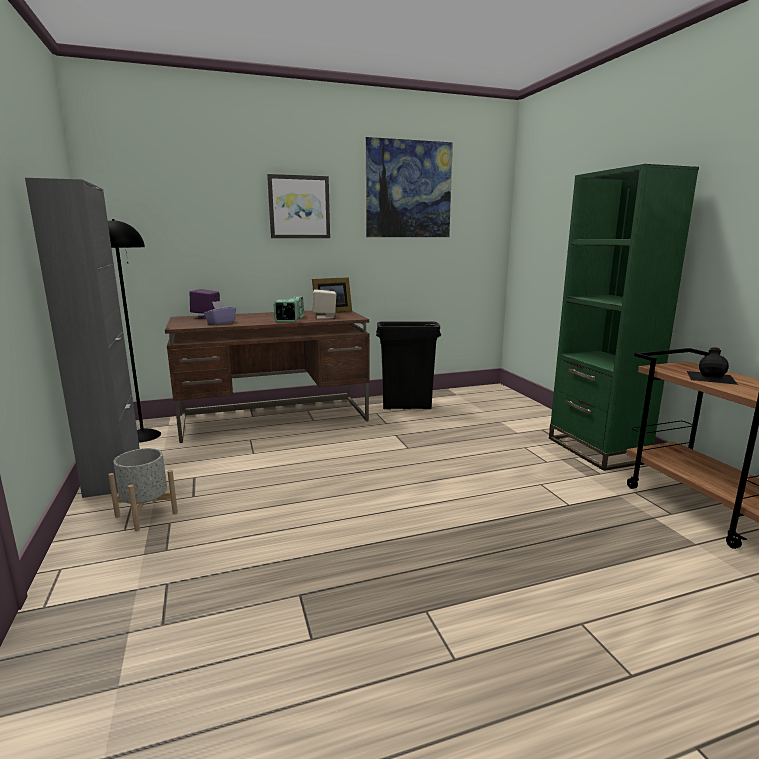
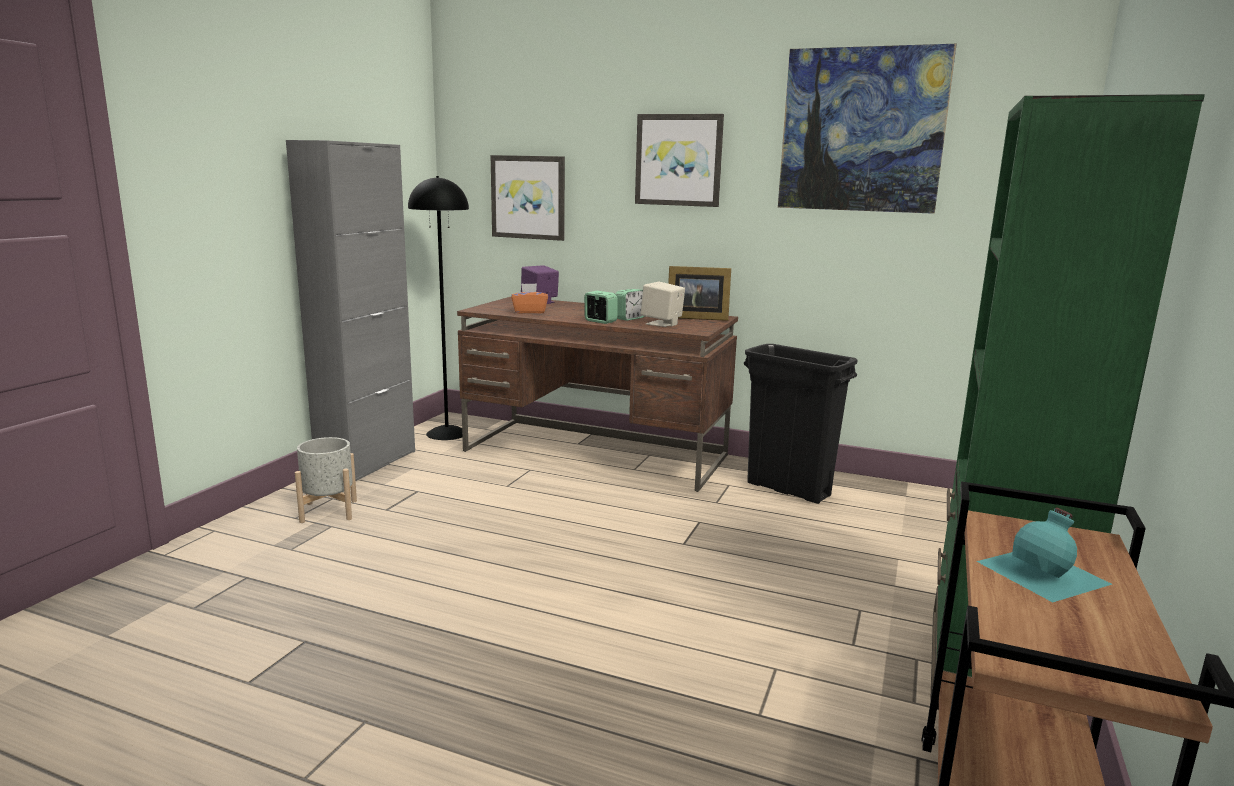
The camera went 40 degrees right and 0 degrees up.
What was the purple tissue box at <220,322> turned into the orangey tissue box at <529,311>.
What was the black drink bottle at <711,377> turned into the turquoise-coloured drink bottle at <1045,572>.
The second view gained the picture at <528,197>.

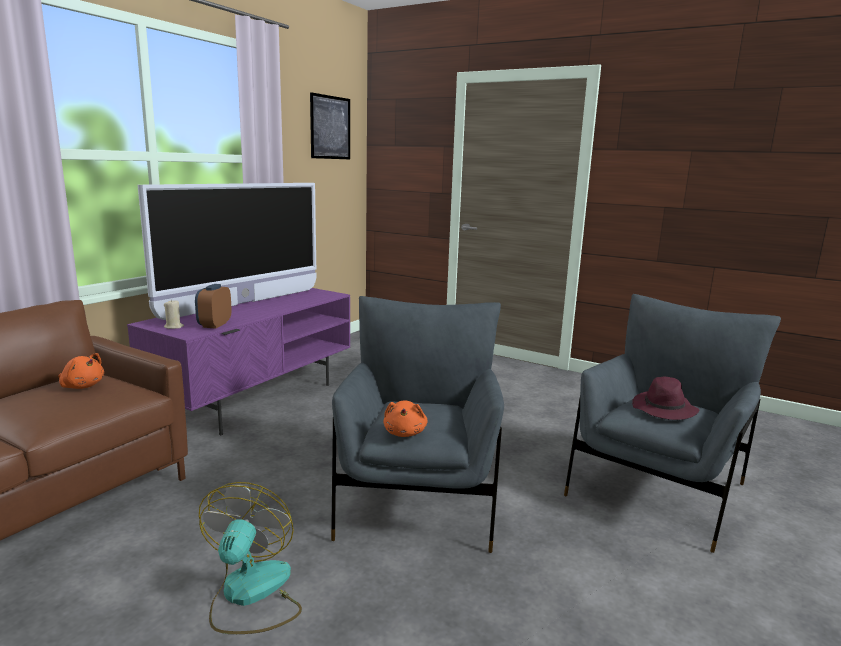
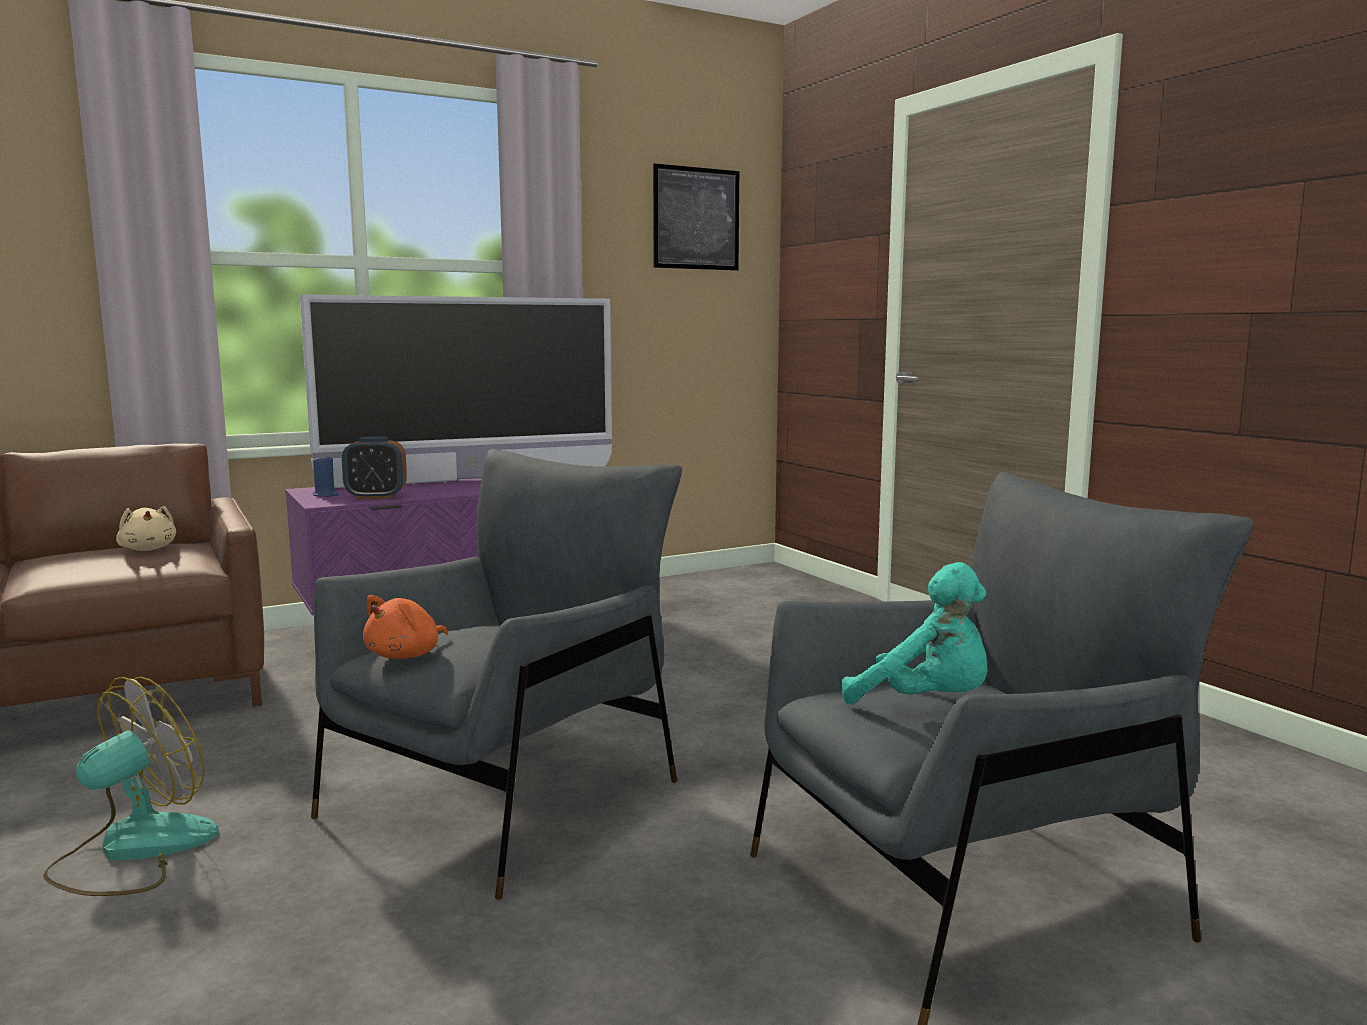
The camera went 30 degrees right and 5 degrees down.
The table clock at <214,325> ended up facing another way, 135 degrees counterclockwise from before.
What was the beige wax candle at <174,327> turned into the blue wax candle at <325,495>.
What was the orangey soft toy at <82,386> turned into the beige soft toy at <148,549>.
Where the purple wearable hat stood at <664,410>, the turquoise-coloured soft toy came to stand at <926,703>.

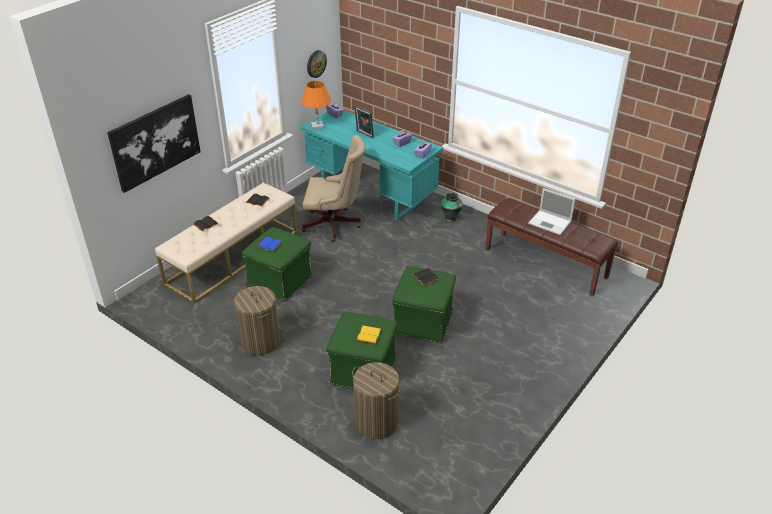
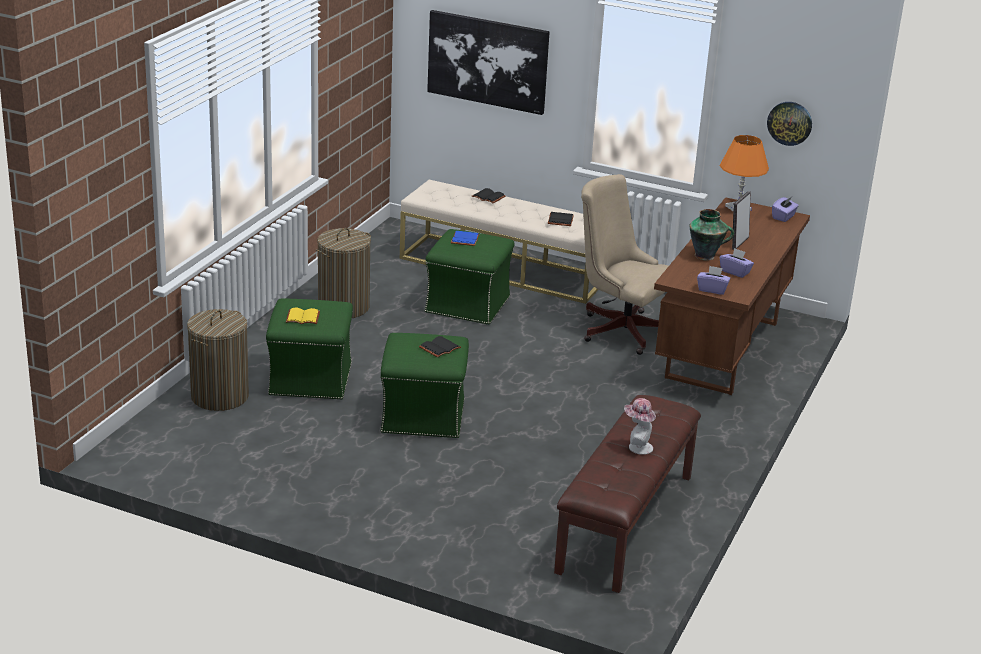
The camera went 75 degrees right and 10 degrees down.
What was the turquoise-coloured desk at <371,194> turned into the brownish desk at <723,350>.
The beige office chair at <335,225> ended up facing another way, 135 degrees clockwise from before.
Where the laptop stood at <550,223>, the wearable hat came to stand at <637,447>.
The flower vase ended up elsewhere, having gone from <450,218> to <706,256>.

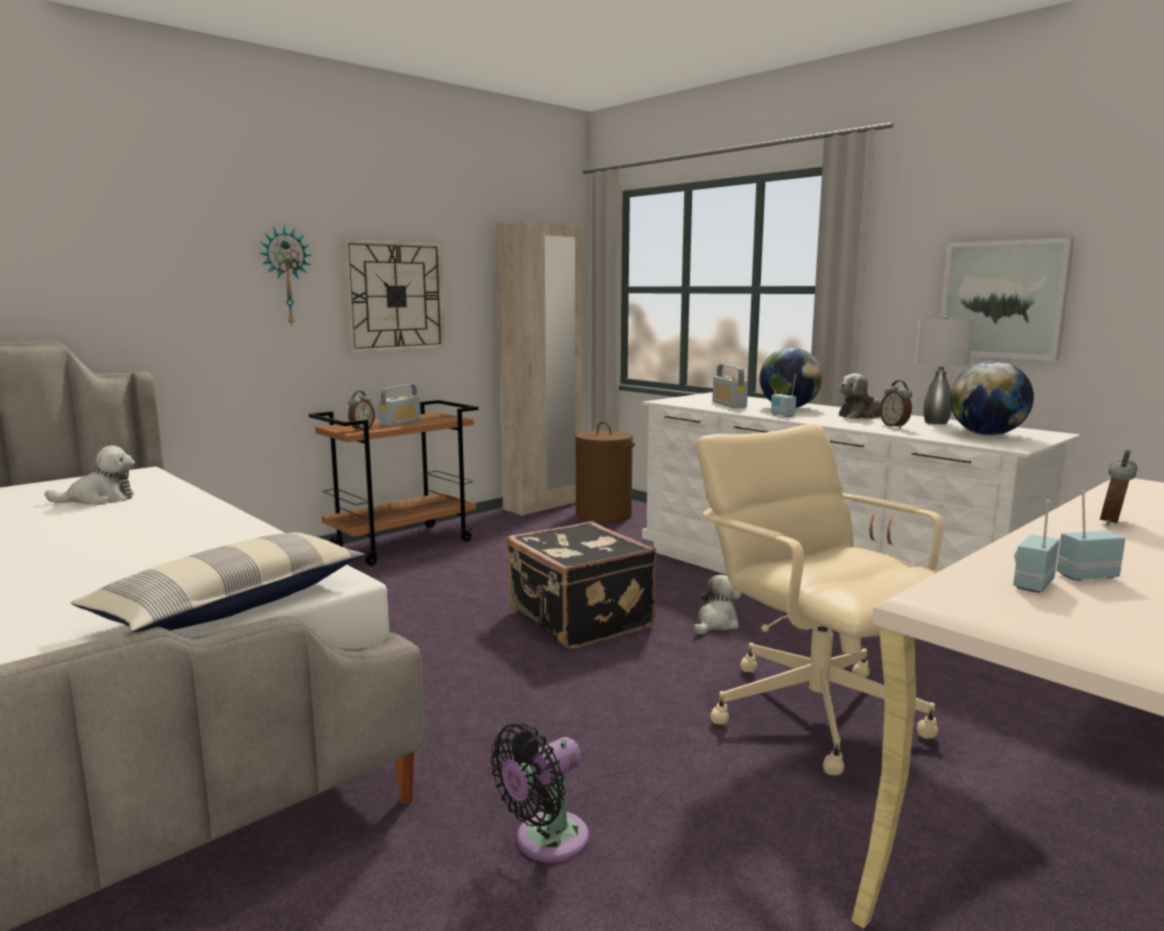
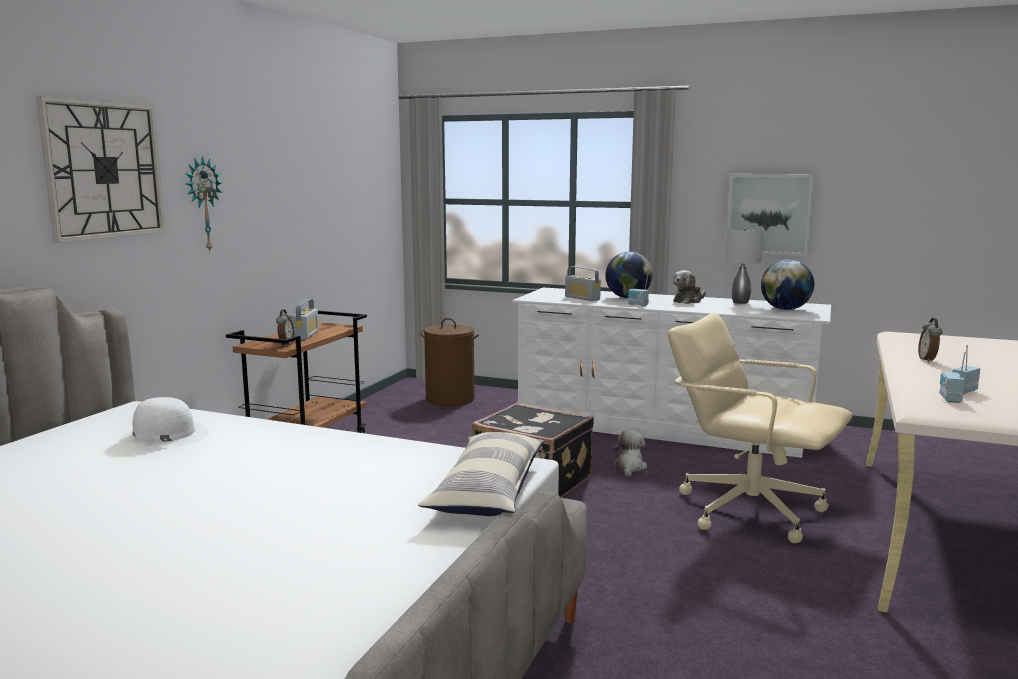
The camera went 25 degrees left and 0 degrees up.
The second view lost the beige wardrobe at <543,505>.
The hanging clock ended up elsewhere, having gone from <395,296> to <104,170>.
The second view lost the table clock at <895,426>.
Where the soft toy stood at <99,499>, the white wearable hat came to stand at <164,436>.
The second view lost the black fan at <545,841>.

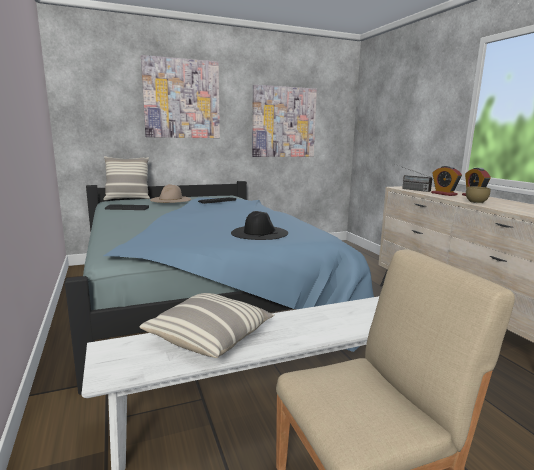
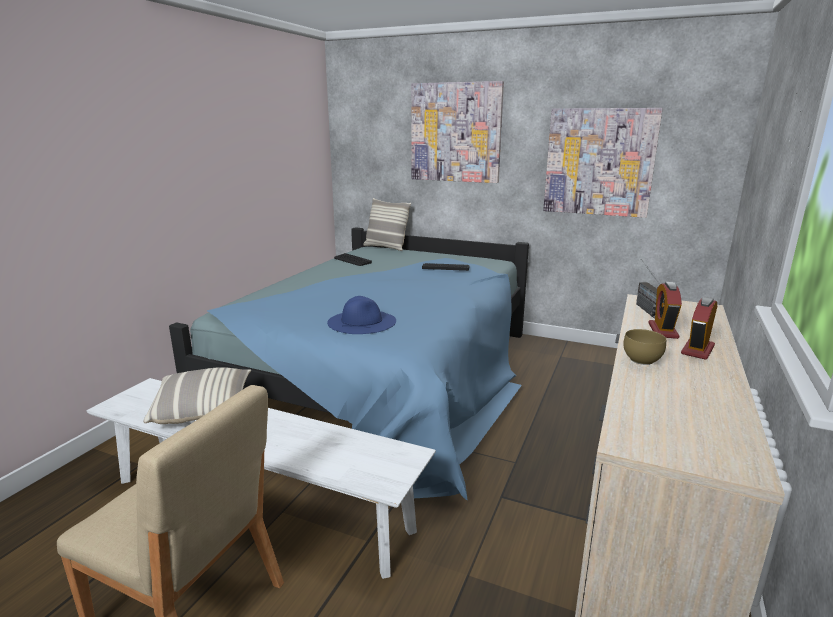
The camera went 45 degrees right and 5 degrees up.
The second view lost the beige wearable hat at <170,199>.
What was the black wearable hat at <259,232> turned into the blue wearable hat at <362,321>.

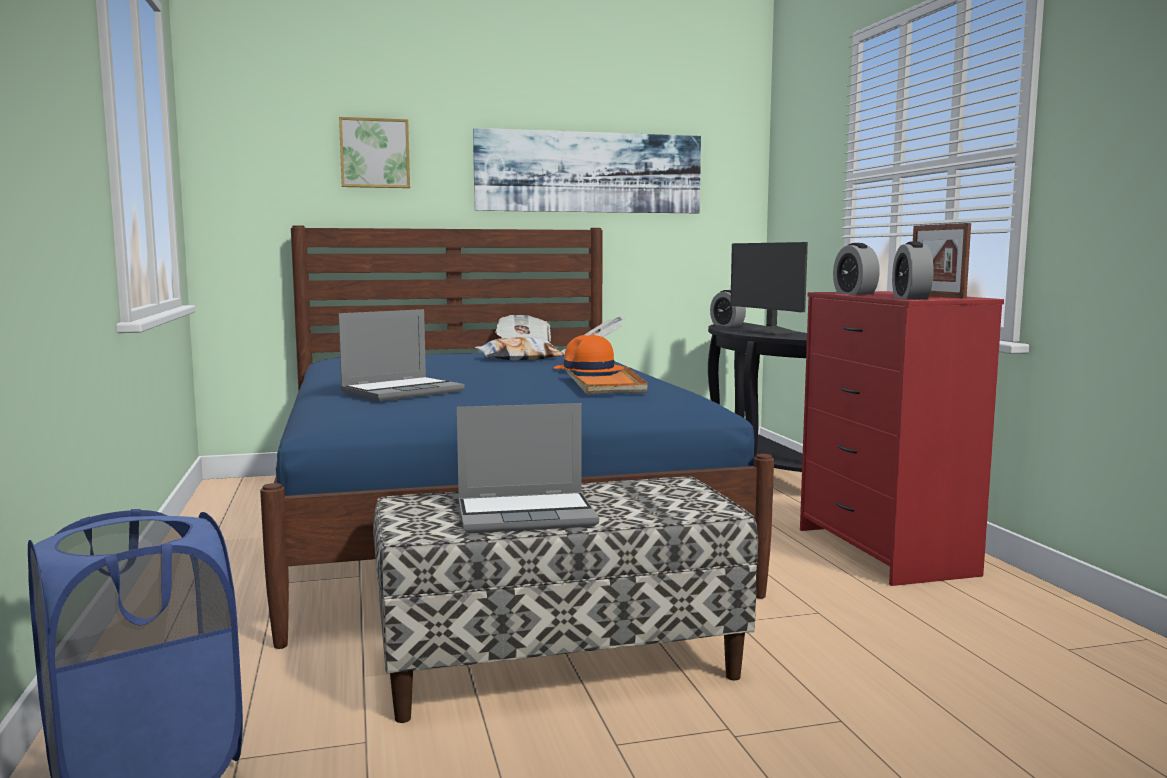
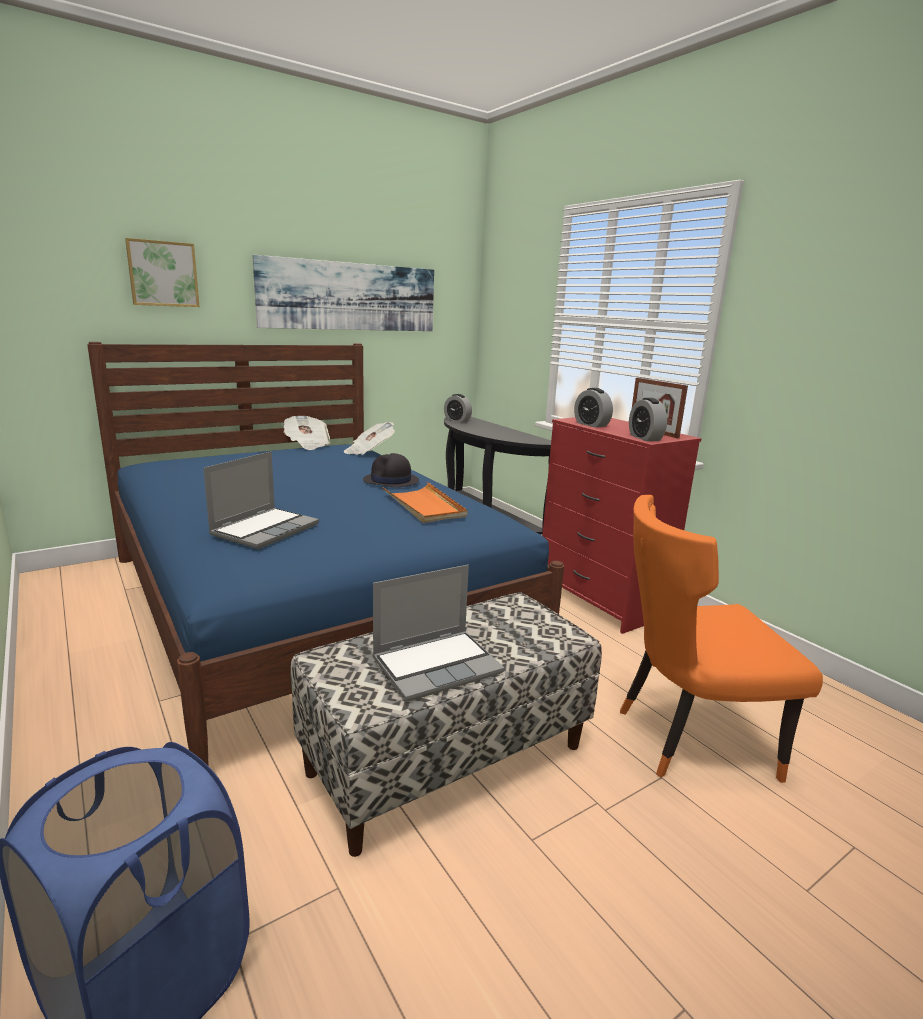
The camera went 20 degrees left and 10 degrees up.
The second view lost the computer display at <771,332>.
What was the orangey wearable hat at <588,370> turned into the black wearable hat at <391,481>.
The second view lost the pillow at <520,358>.
The second view gained the orangey upright chair at <686,738>.

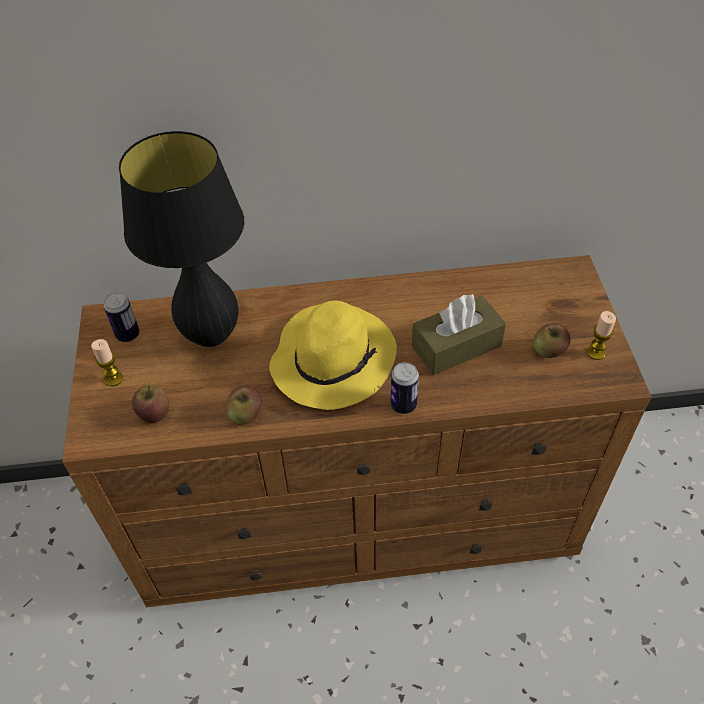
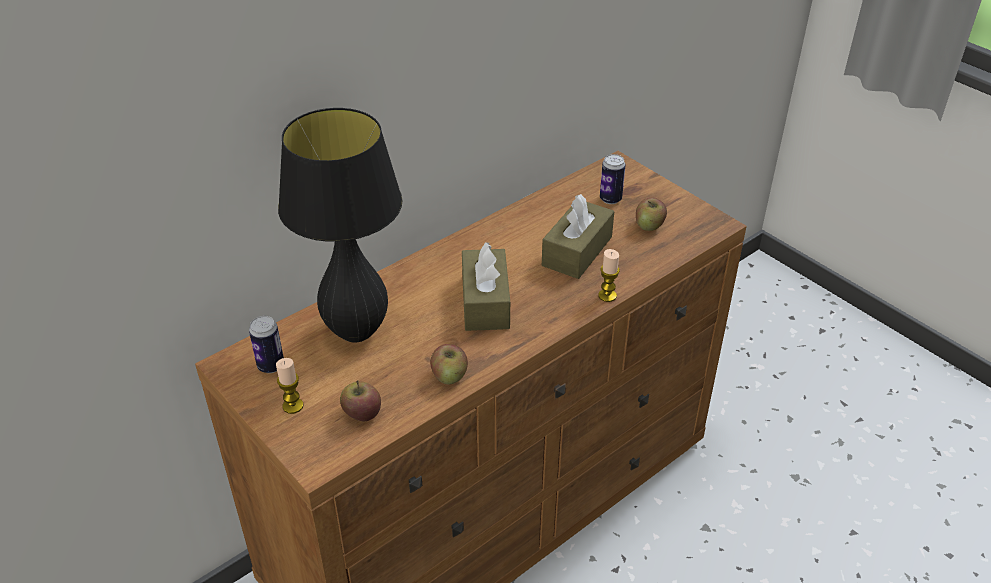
The camera went 35 degrees left and 10 degrees down.
Where the yellow-coloured wearable hat stood at <333,359>, the brownish tissue box came to stand at <485,302>.
The wax candle ended up elsewhere, having gone from <596,352> to <607,296>.
The can ended up elsewhere, having gone from <403,405> to <610,199>.

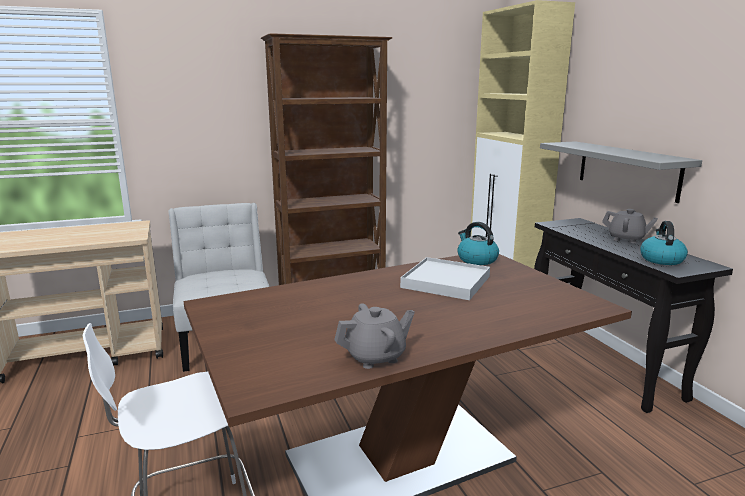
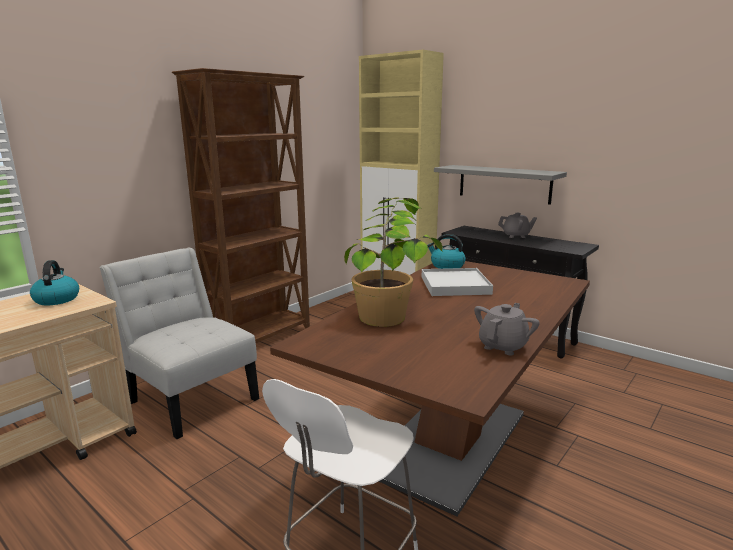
The camera went 30 degrees left and 0 degrees up.
The water kettle ended up elsewhere, having gone from <661,259> to <57,299>.
The second view gained the houseplant at <391,309>.

